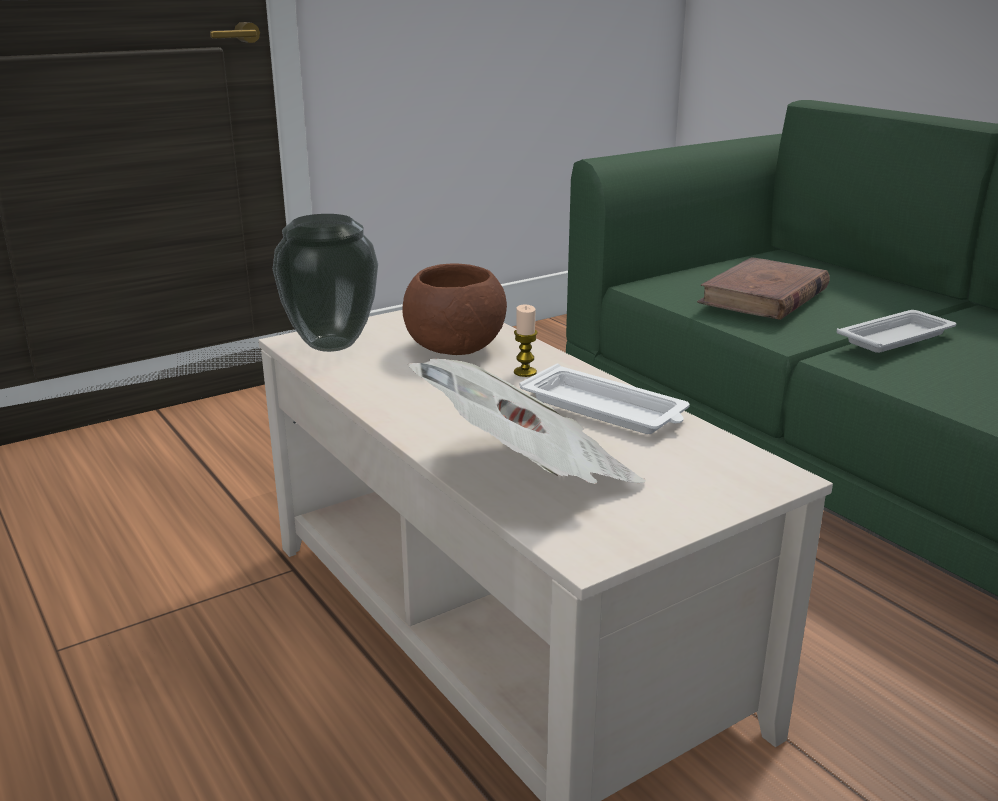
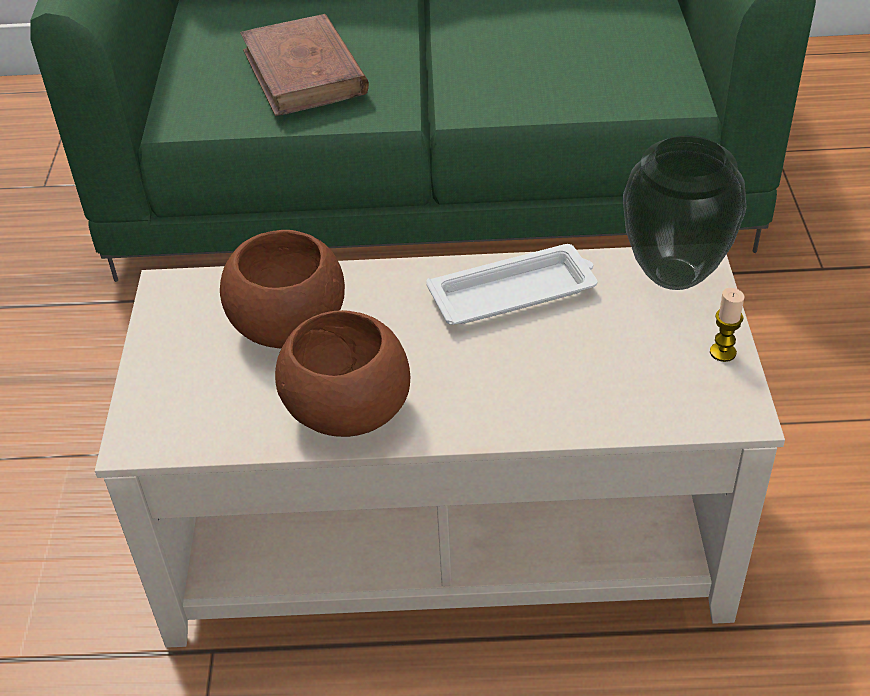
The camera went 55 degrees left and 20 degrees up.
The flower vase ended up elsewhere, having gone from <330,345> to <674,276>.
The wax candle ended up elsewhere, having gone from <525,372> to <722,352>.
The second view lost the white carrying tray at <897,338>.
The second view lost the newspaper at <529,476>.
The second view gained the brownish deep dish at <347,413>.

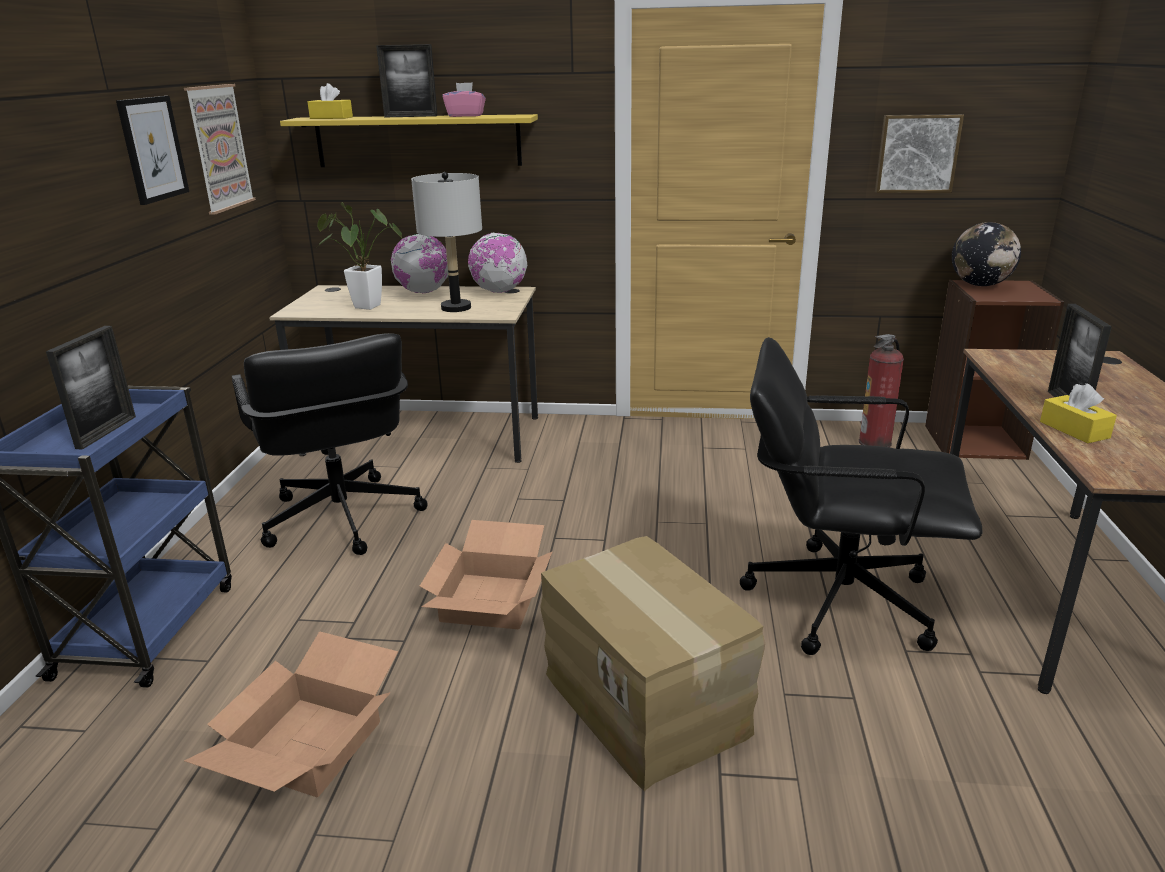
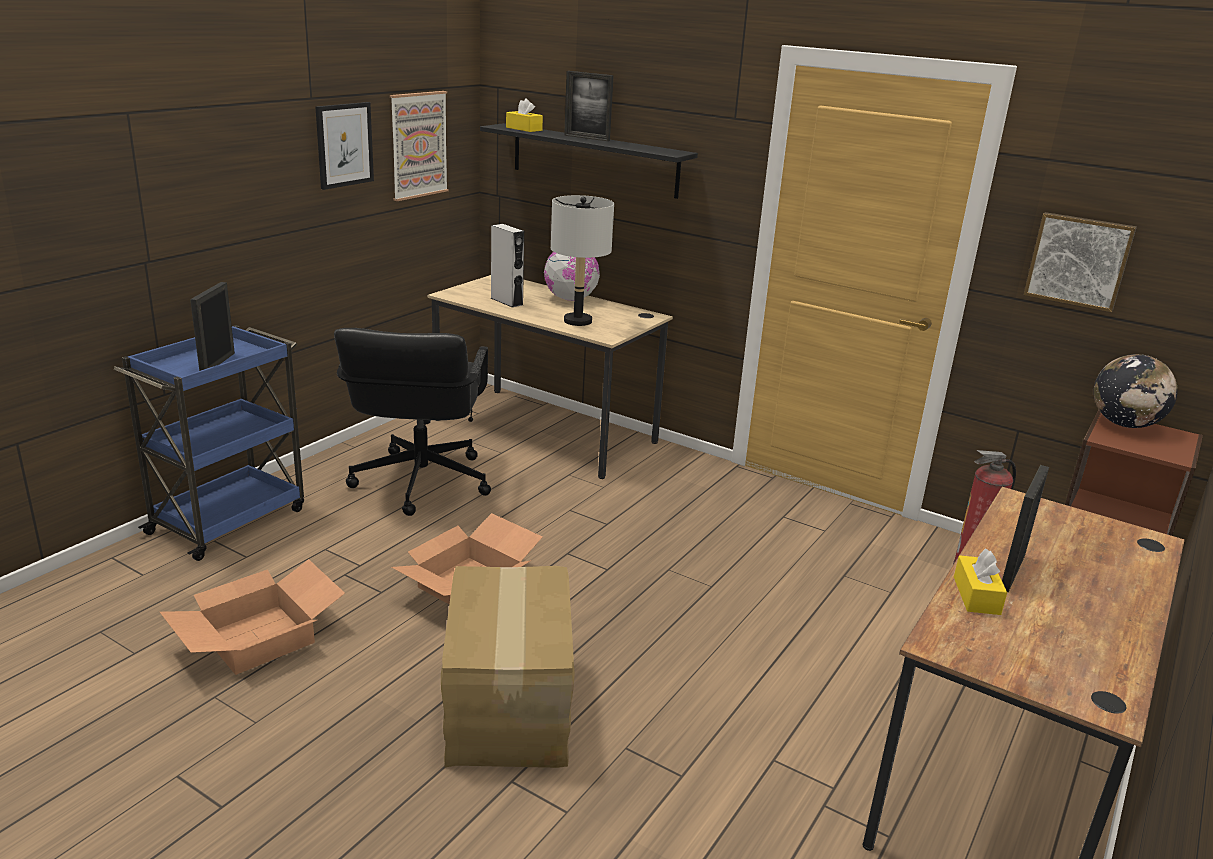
The camera went 25 degrees right and 0 degrees up.
The second view lost the pinkish tissue box at <465,116>.
What was the yellow-coloured bracket shelf at <418,141> turned into the black bracket shelf at <594,160>.
Where the houseplant stood at <362,306>, the greyish speaker came to stand at <506,301>.
The second view lost the desk globe at <499,291>.
The photo frame at <106,432> ended up facing another way, 150 degrees clockwise from before.
The second view lost the black office chair at <838,599>.

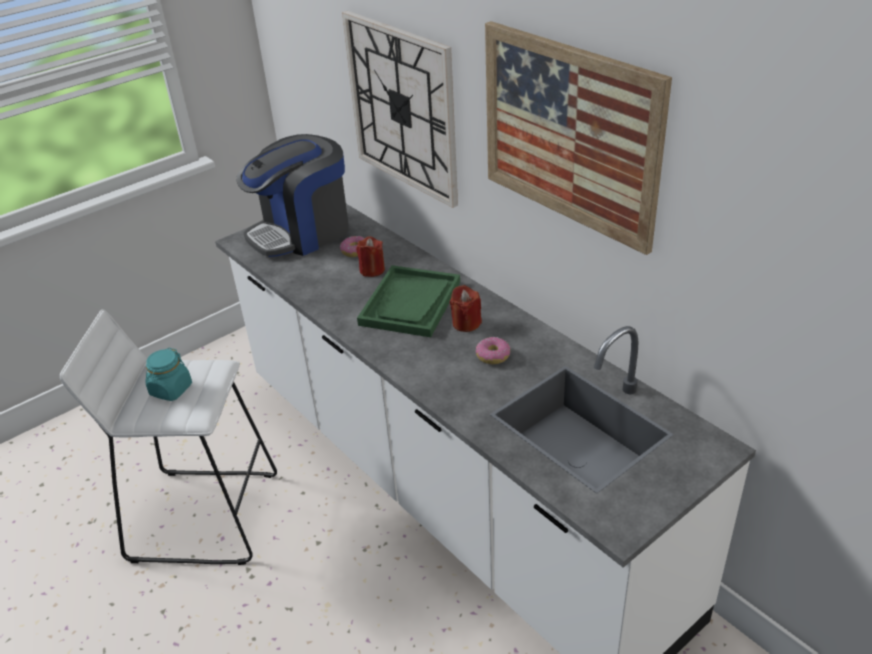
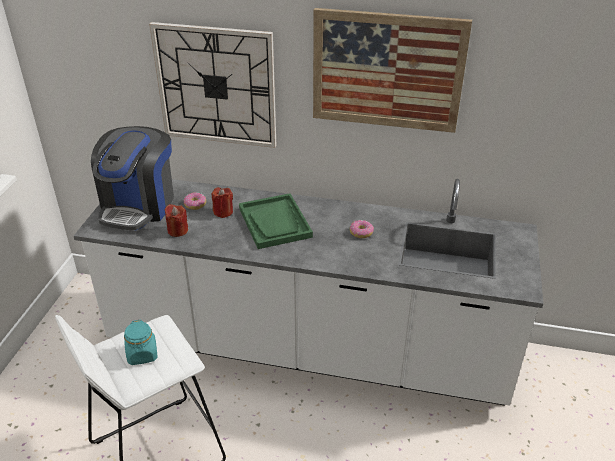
The camera went 40 degrees left and 0 degrees up.
The reddish wax candle ended up elsewhere, having gone from <466,323> to <177,230>.

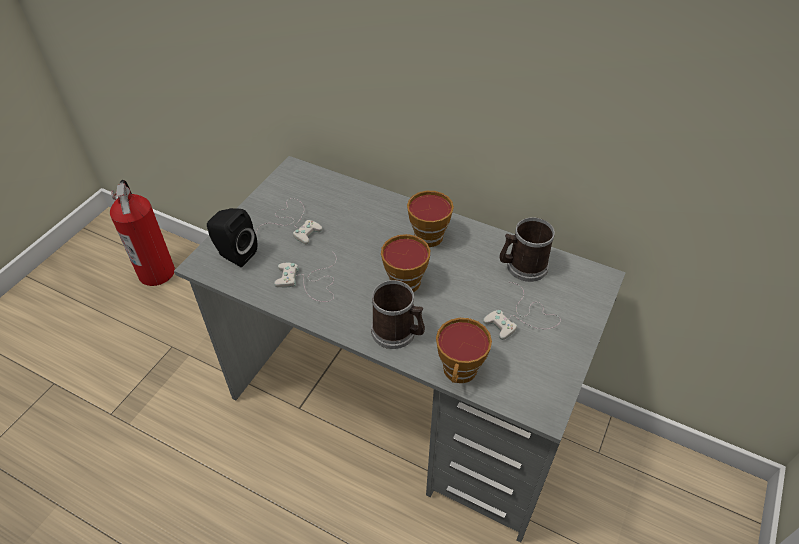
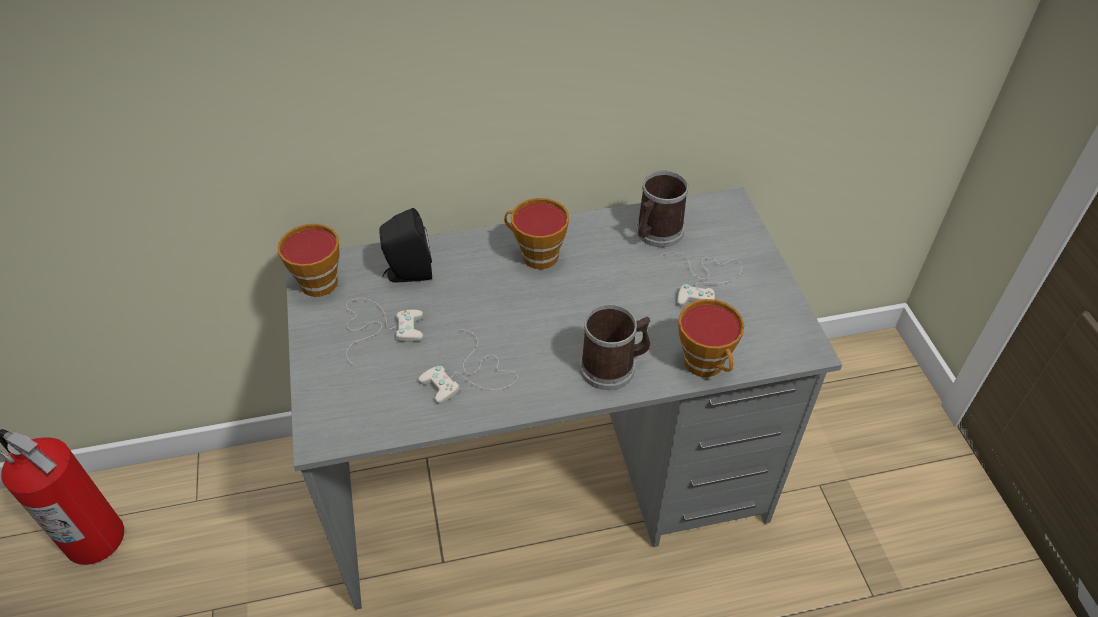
The camera went 40 degrees left and 0 degrees up.
The black speaker ended up elsewhere, having gone from <234,254> to <407,273>.
The small cup ended up elsewhere, having gone from <405,279> to <316,280>.

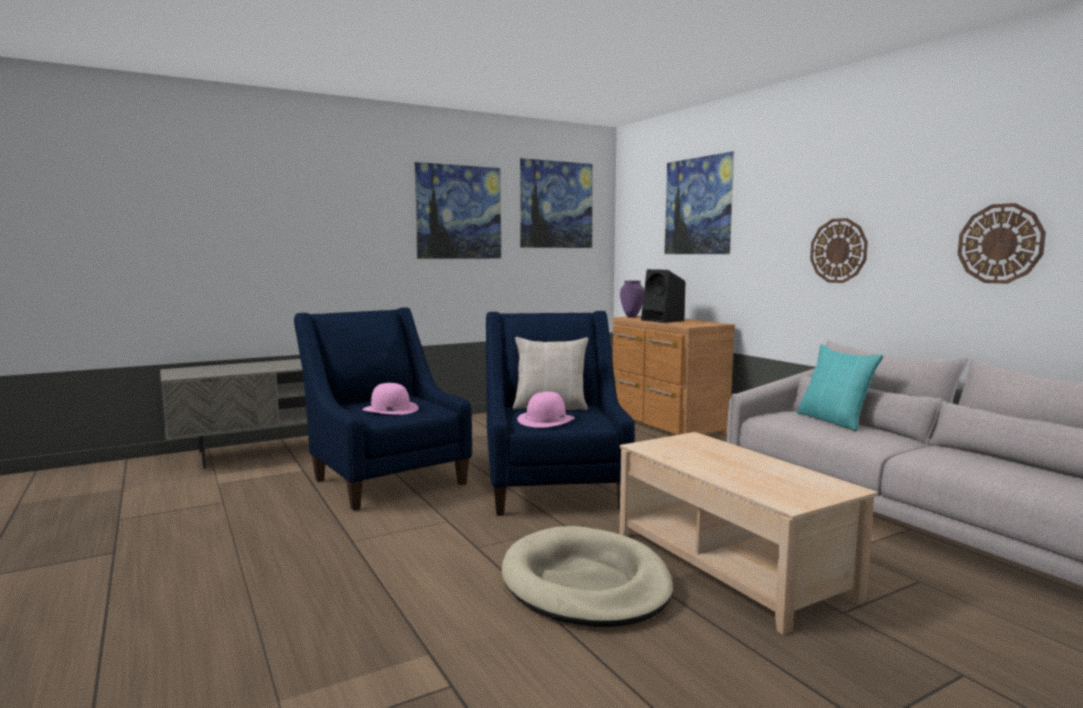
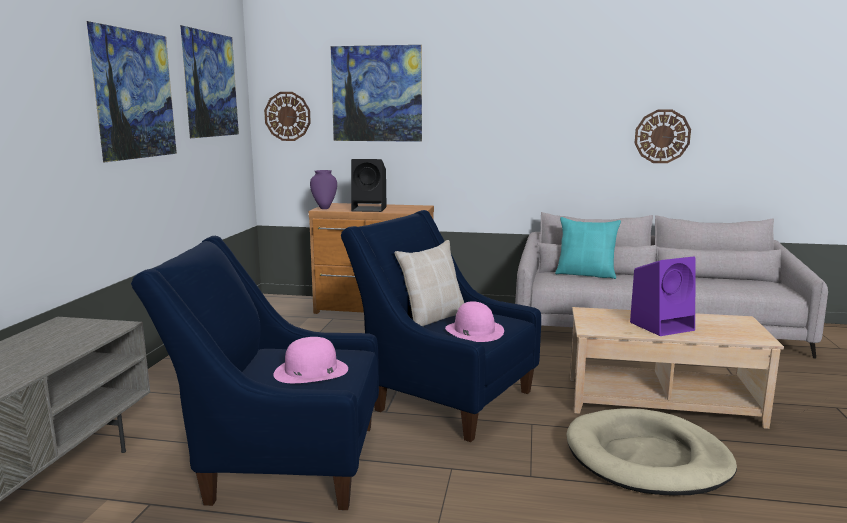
The camera went 50 degrees left and 5 degrees up.
The hanging clock ended up elsewhere, having gone from <838,250> to <287,116>.
The second view gained the purple speaker at <662,326>.

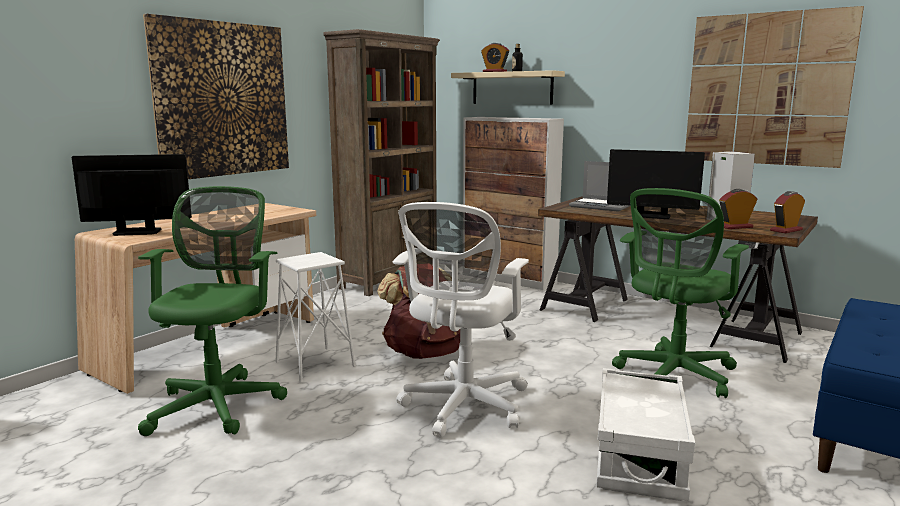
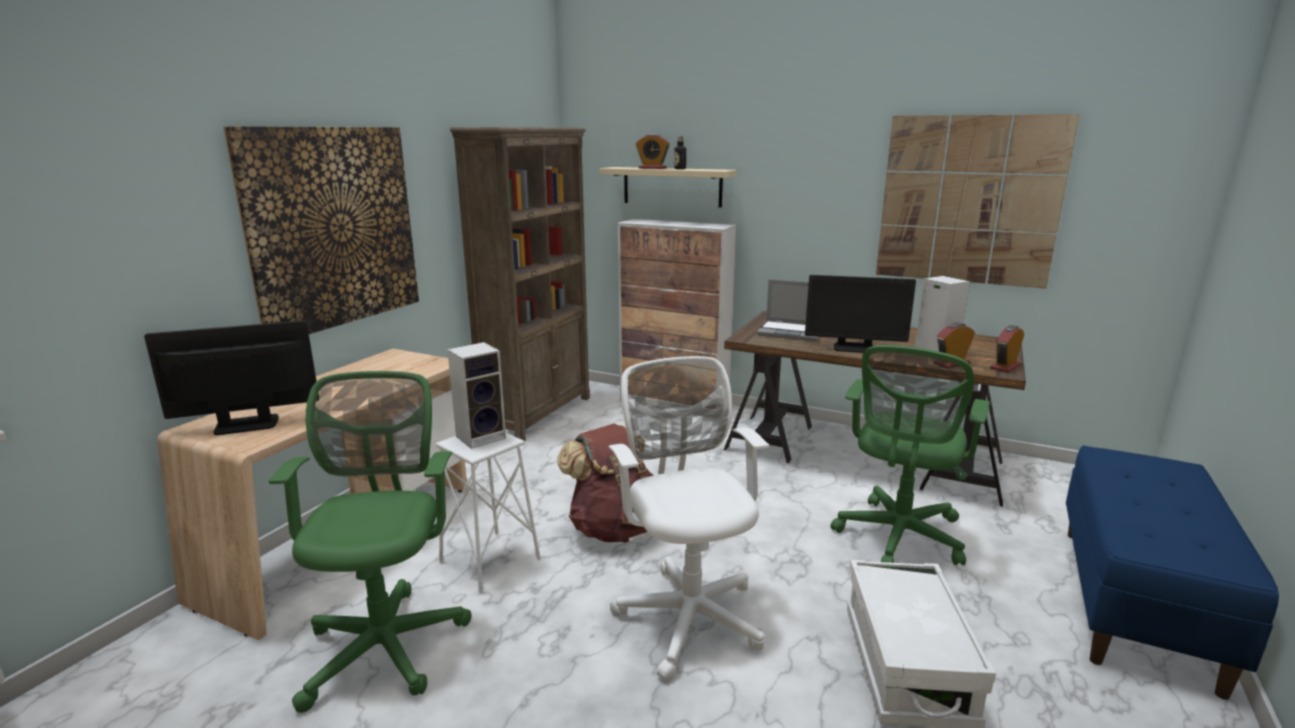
The camera went 10 degrees left and 5 degrees up.
The white office chair at <463,408> ended up facing another way, 150 degrees clockwise from before.
The second view gained the speaker at <482,436>.

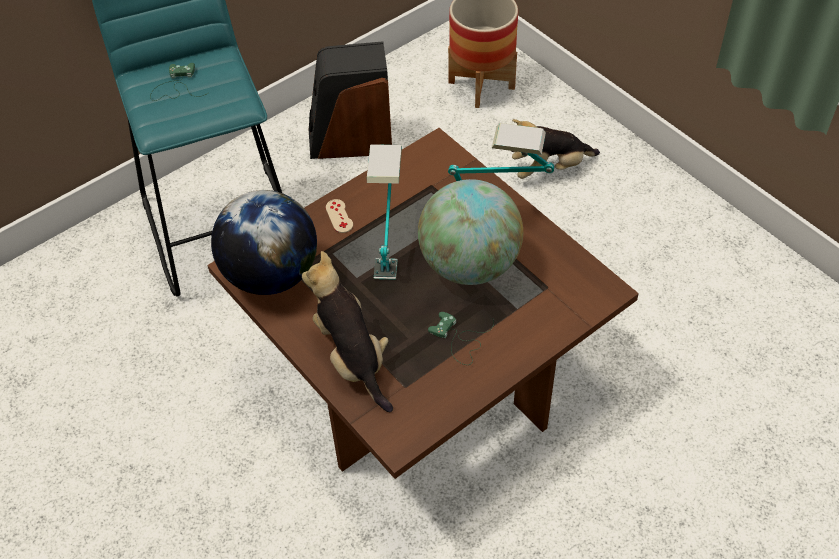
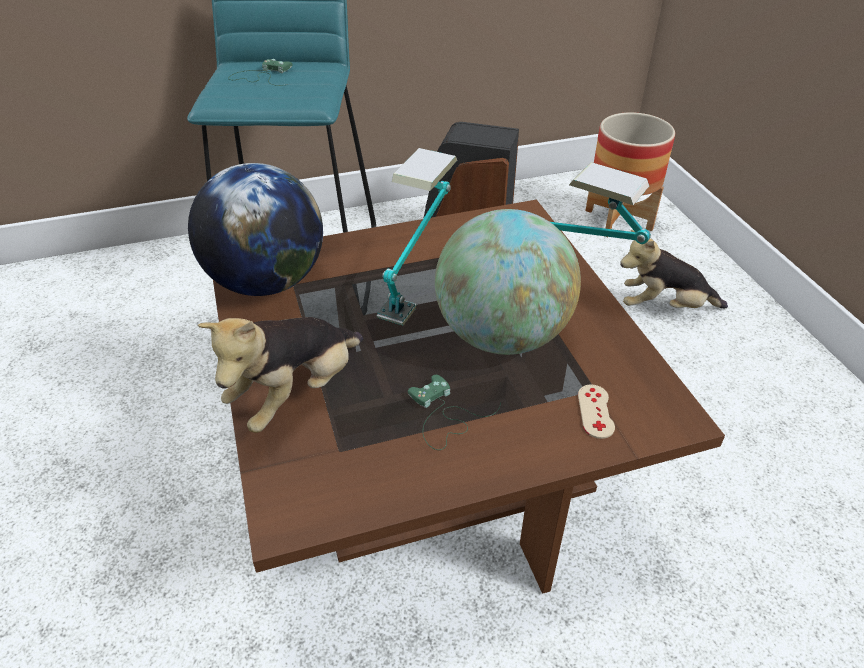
The camera went 20 degrees right and 10 degrees down.
The beige gamepad ended up elsewhere, having gone from <339,216> to <595,411>.
The soft toy at <352,357> ended up facing another way, 135 degrees counterclockwise from before.

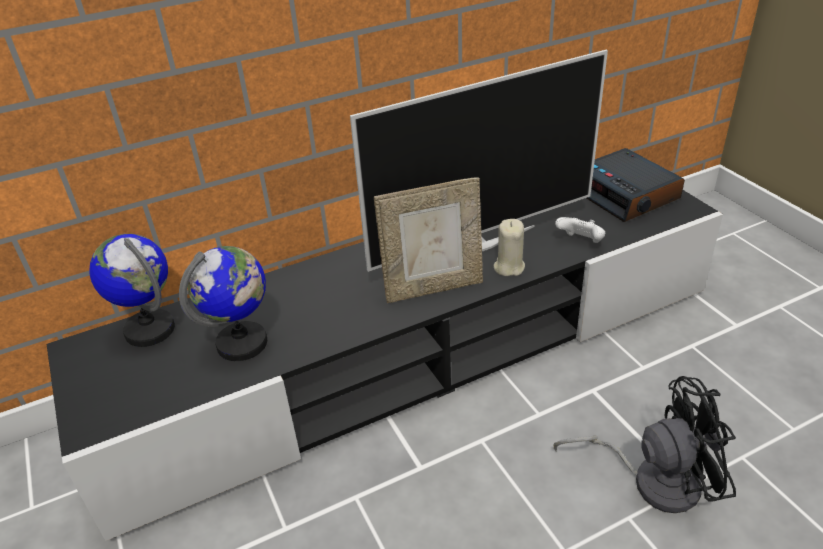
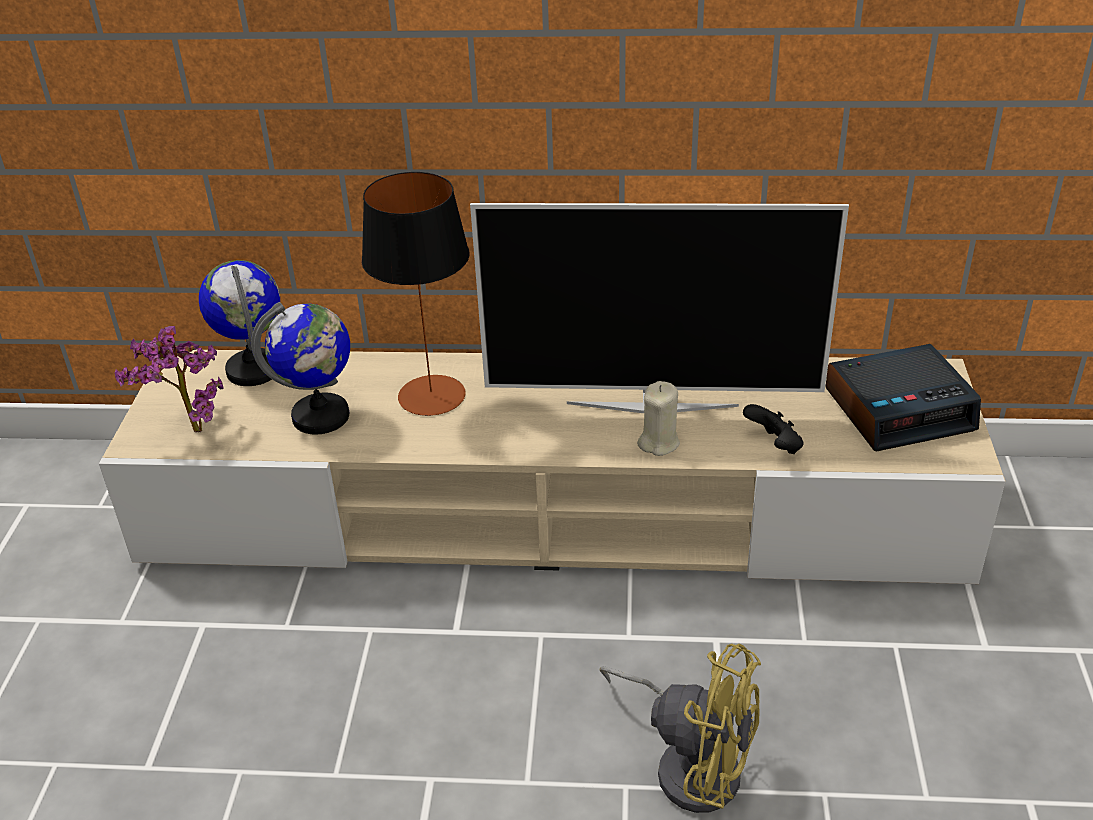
The camera went 30 degrees right and 0 degrees up.
The table clock at <626,195> ended up facing another way, 105 degrees counterclockwise from before.
The second view lost the photo frame at <433,288>.
What was the black tv stand at <418,355> turned into the beige tv stand at <553,514>.
What was the white gamepad at <580,242> turned into the black gamepad at <774,446>.
What was the black fan at <652,479> turned into the yellow-coloured fan at <691,763>.
The second view gained the table lamp at <431,396>.
The second view gained the houseplant at <189,430>.

